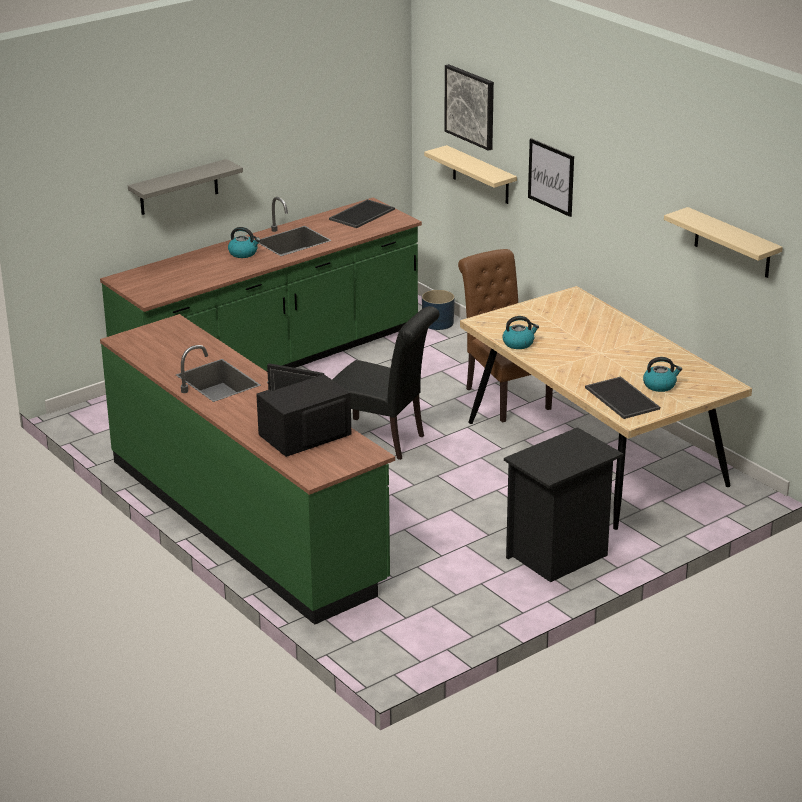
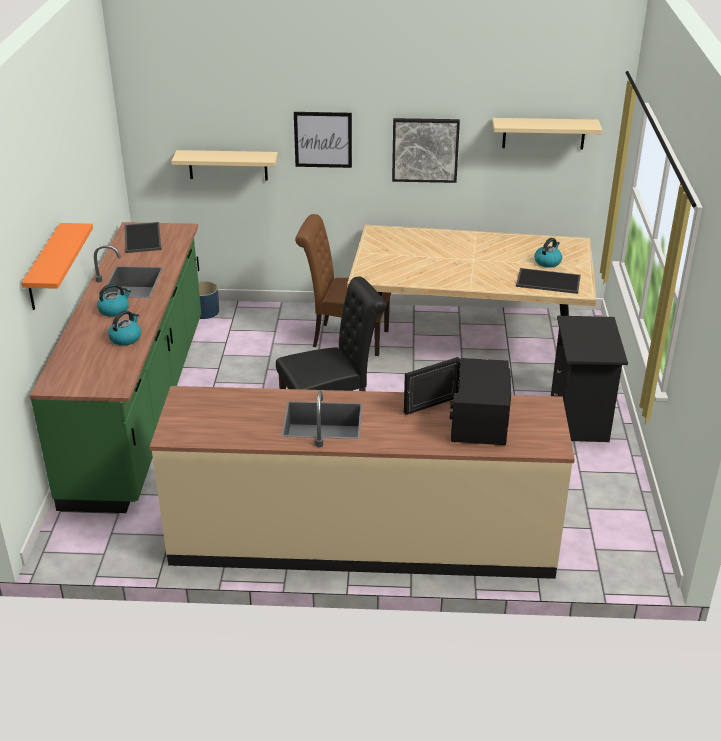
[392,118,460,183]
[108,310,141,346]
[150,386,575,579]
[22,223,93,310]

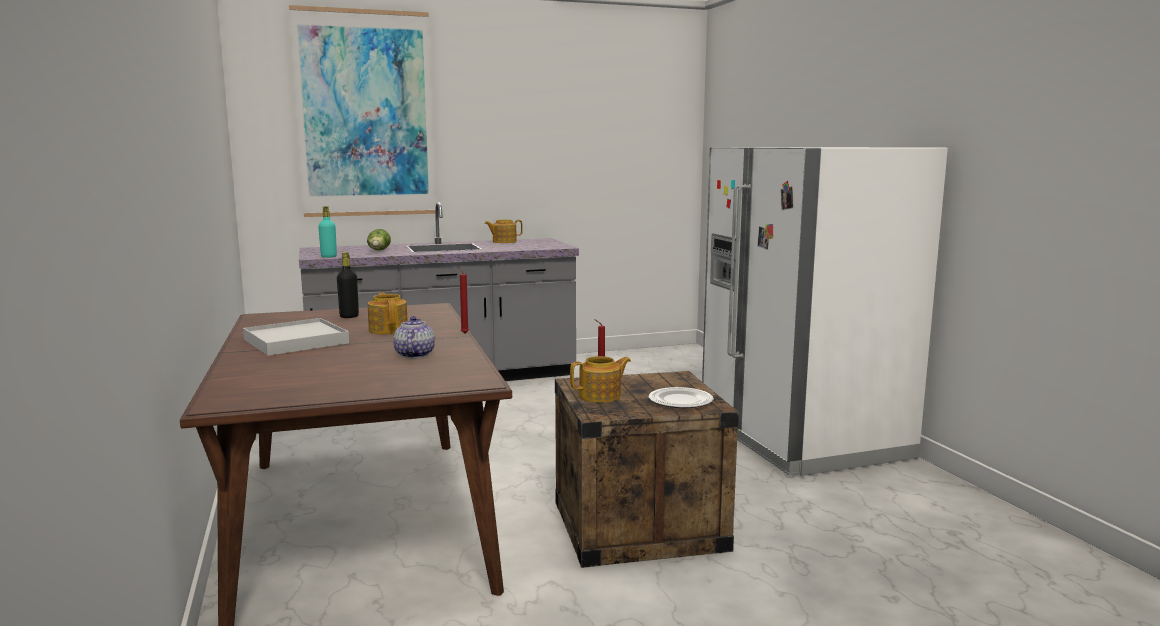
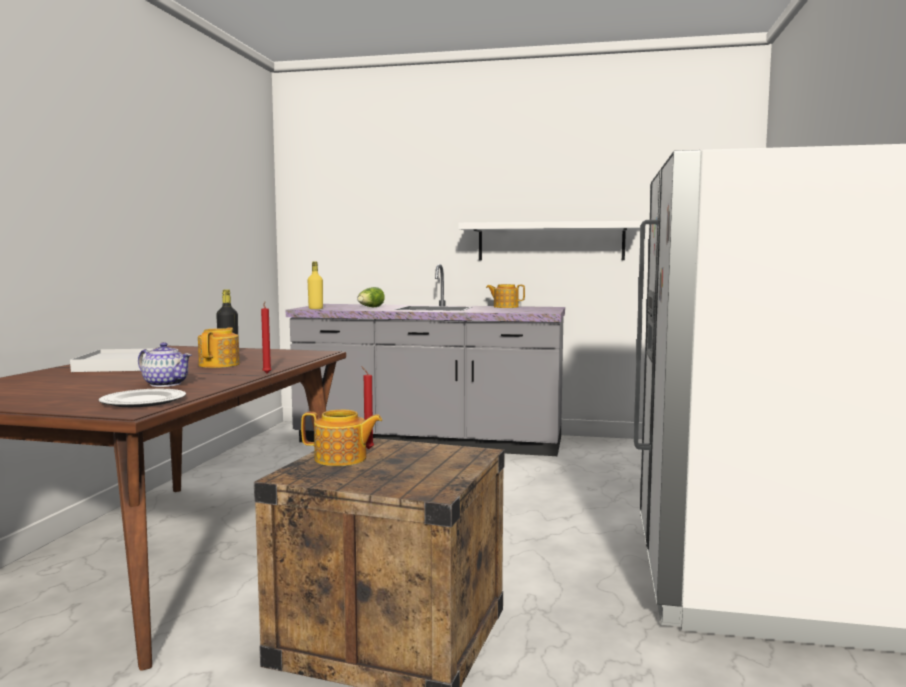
[289,5,435,217] (first image)
[458,221,643,260]
[99,389,186,407]
[307,261,323,309]
[138,342,191,387]

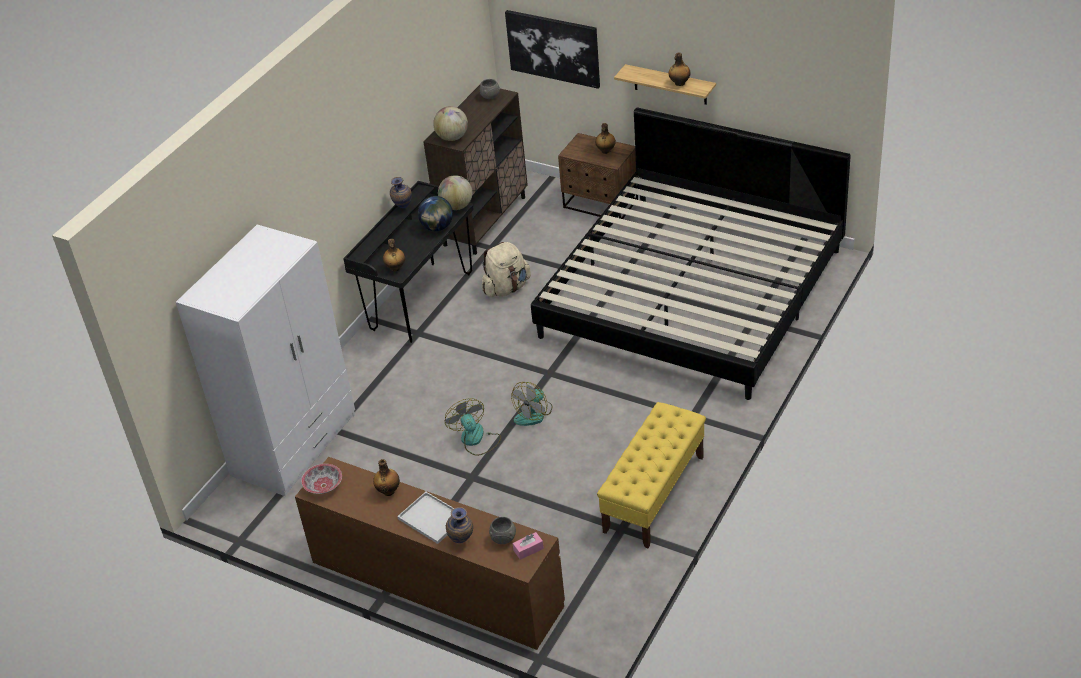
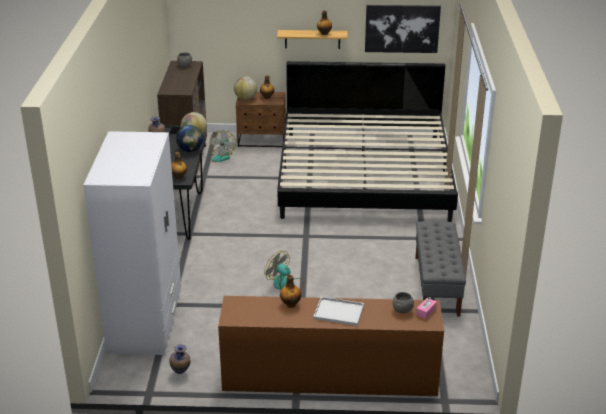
[302,464,342,494] (first image)
[482,242,531,297] (first image)
[234,76,257,100]
[170,344,190,374]
[365,5,441,53]
[210,130,236,162]
[415,221,466,317]

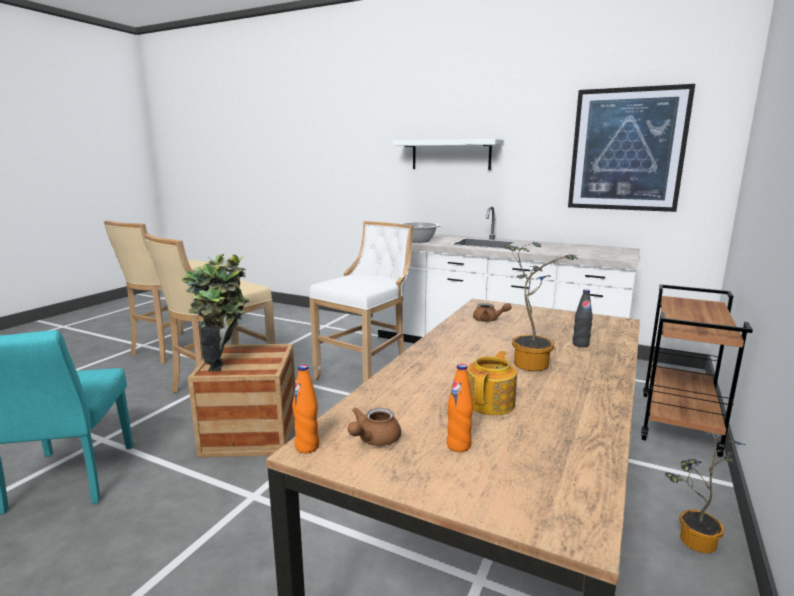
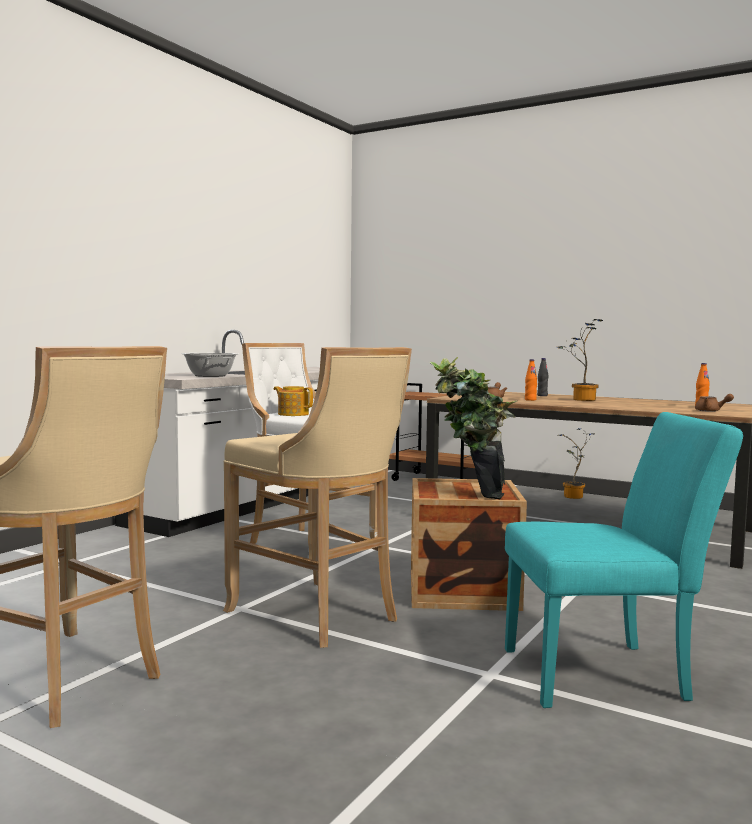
[393,139,503,170] (first image)
[568,84,695,212] (first image)
[525,359,537,401]
[274,386,313,416]

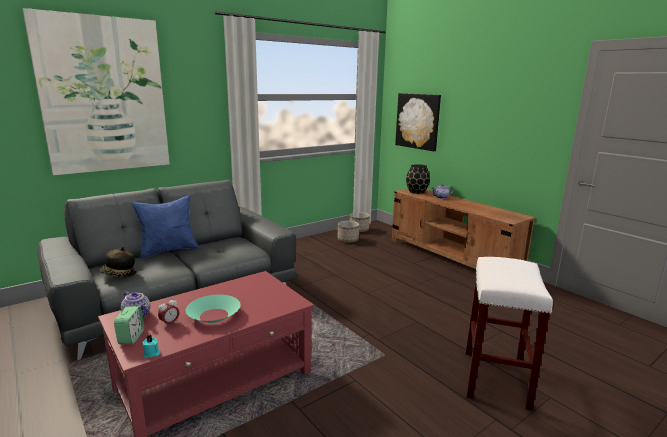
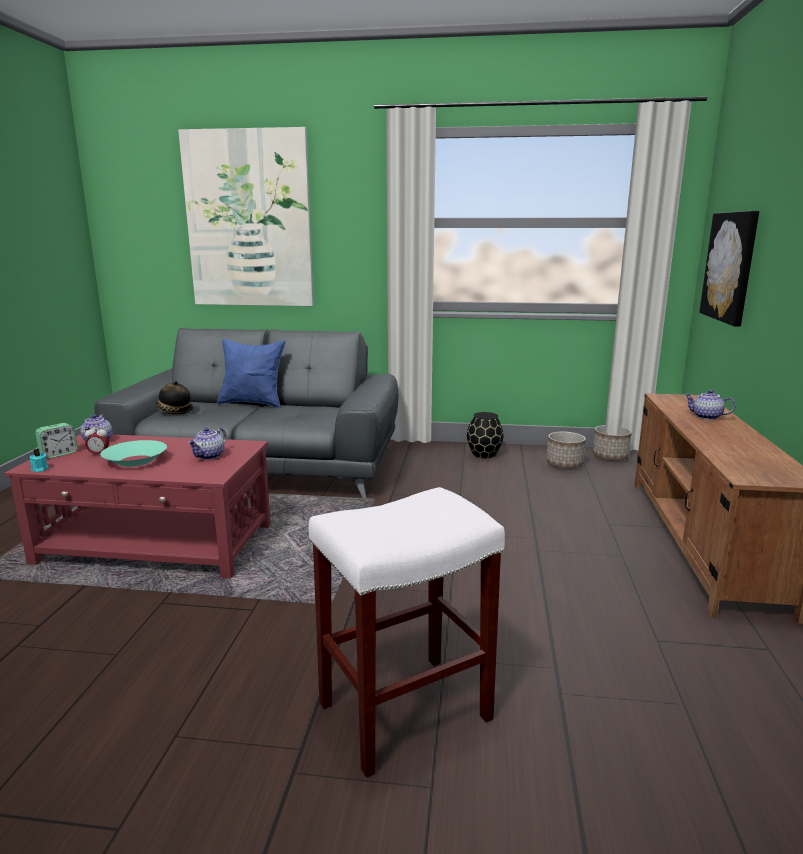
[188,428,227,460]
[467,412,503,458]

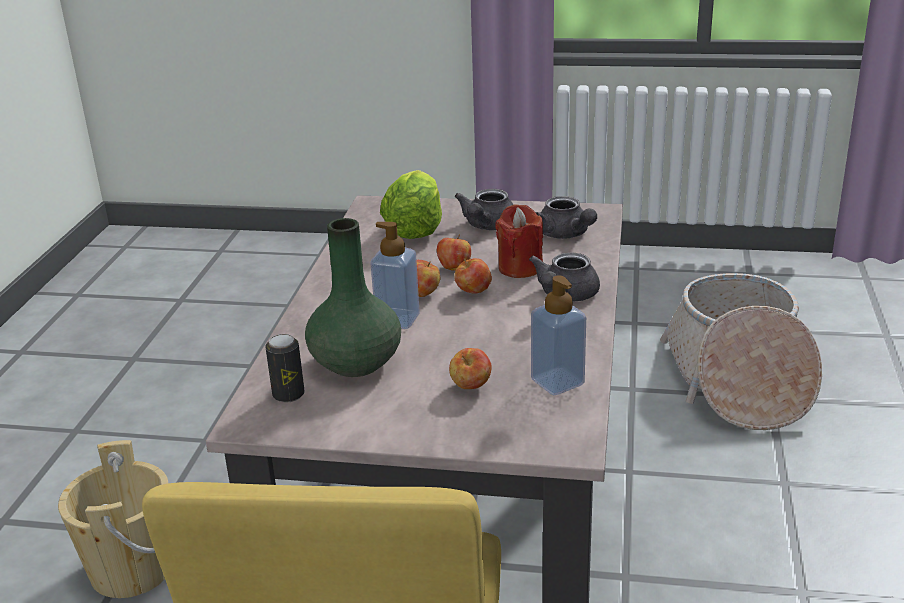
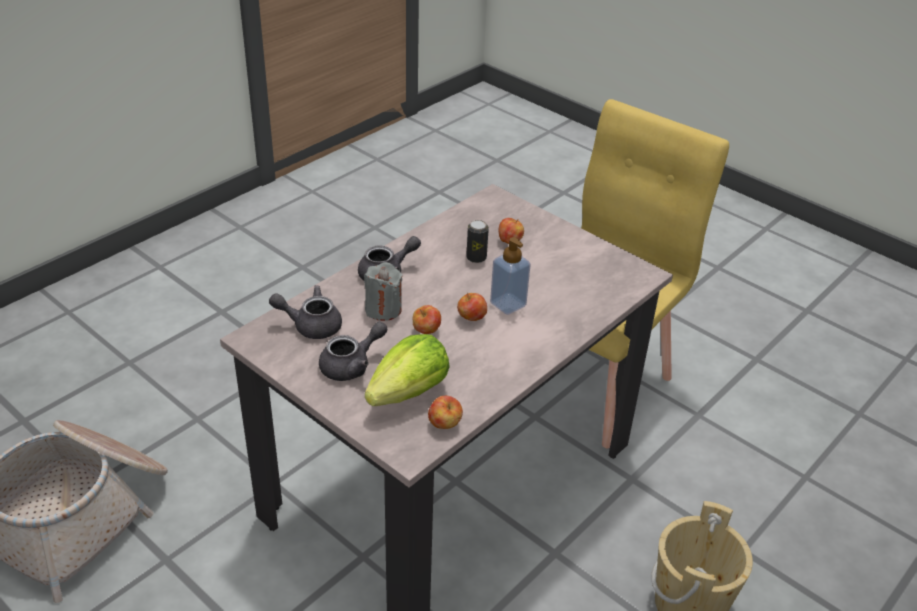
[305,218,401,377] (first image)
[531,276,586,395] (first image)
[466,220,489,263]
[428,396,463,429]
[364,262,403,321]
[269,285,342,339]

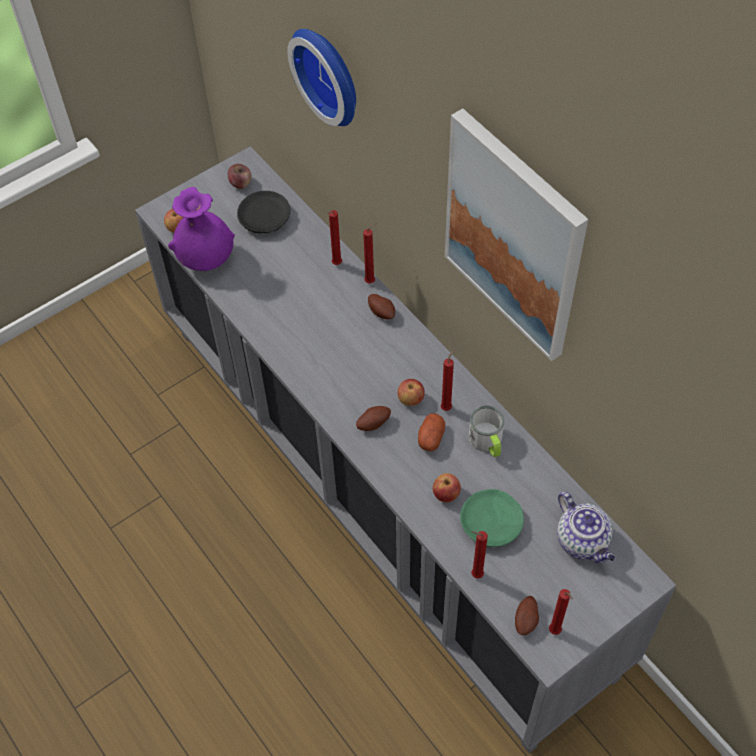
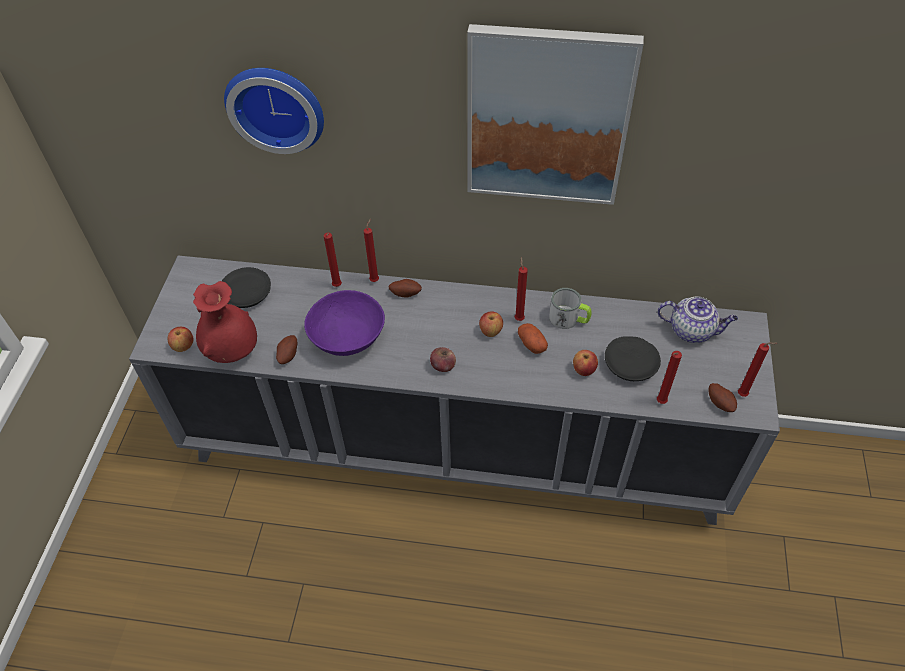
[304,290,385,356]
[430,347,456,372]
[276,335,297,364]
[193,281,257,363]
[605,336,661,381]

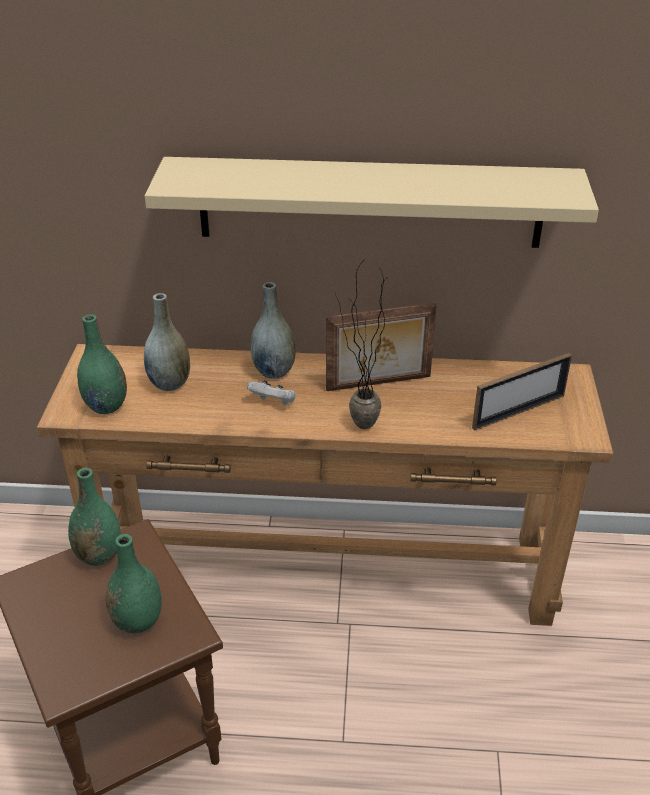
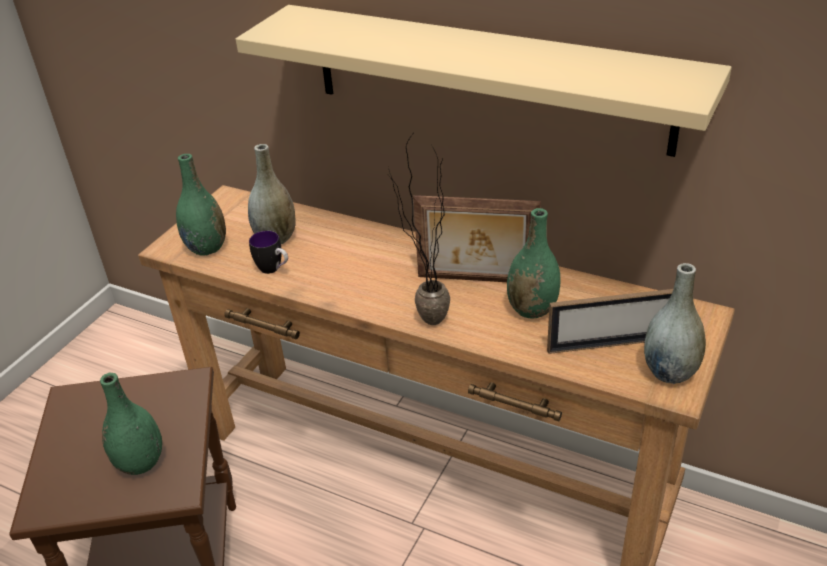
[247,380,296,405] (first image)
[249,231,288,274]
[507,208,560,318]
[644,263,706,384]

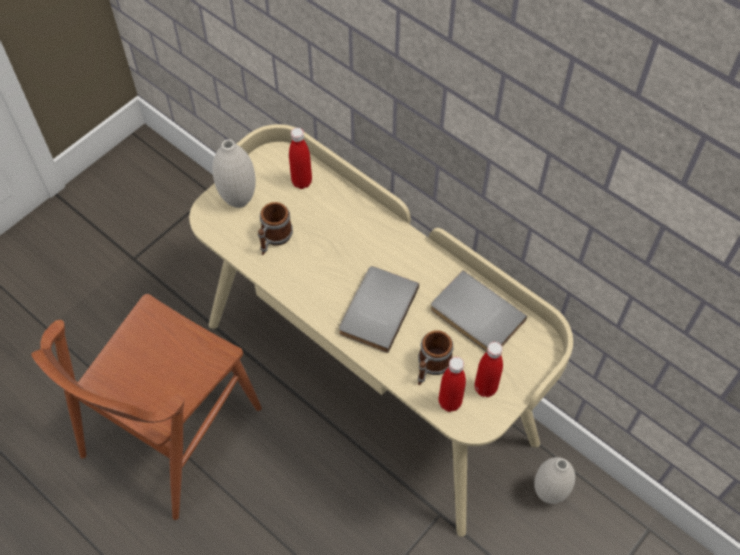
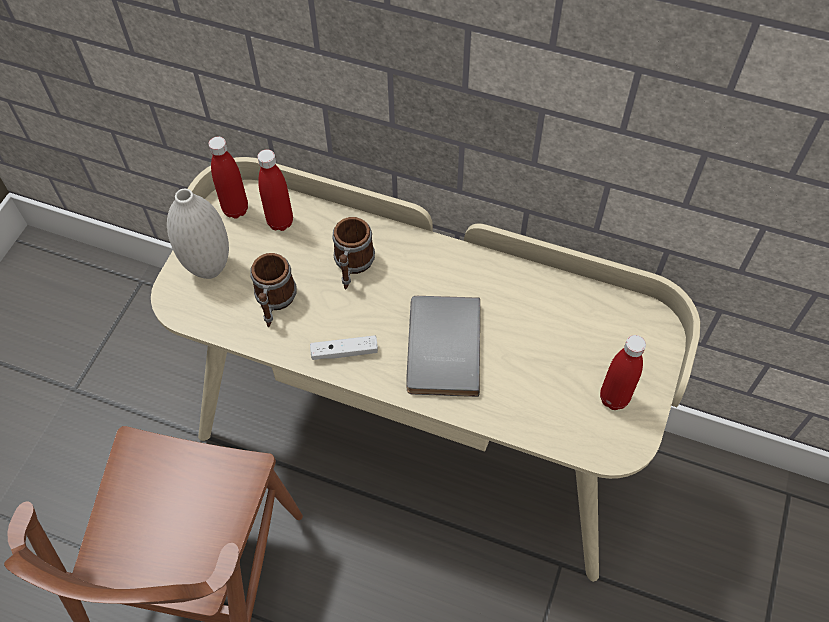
[431,270,527,352] (first image)
[534,457,575,504] (first image)
[310,335,378,360]
[332,217,375,290]
[209,137,248,219]

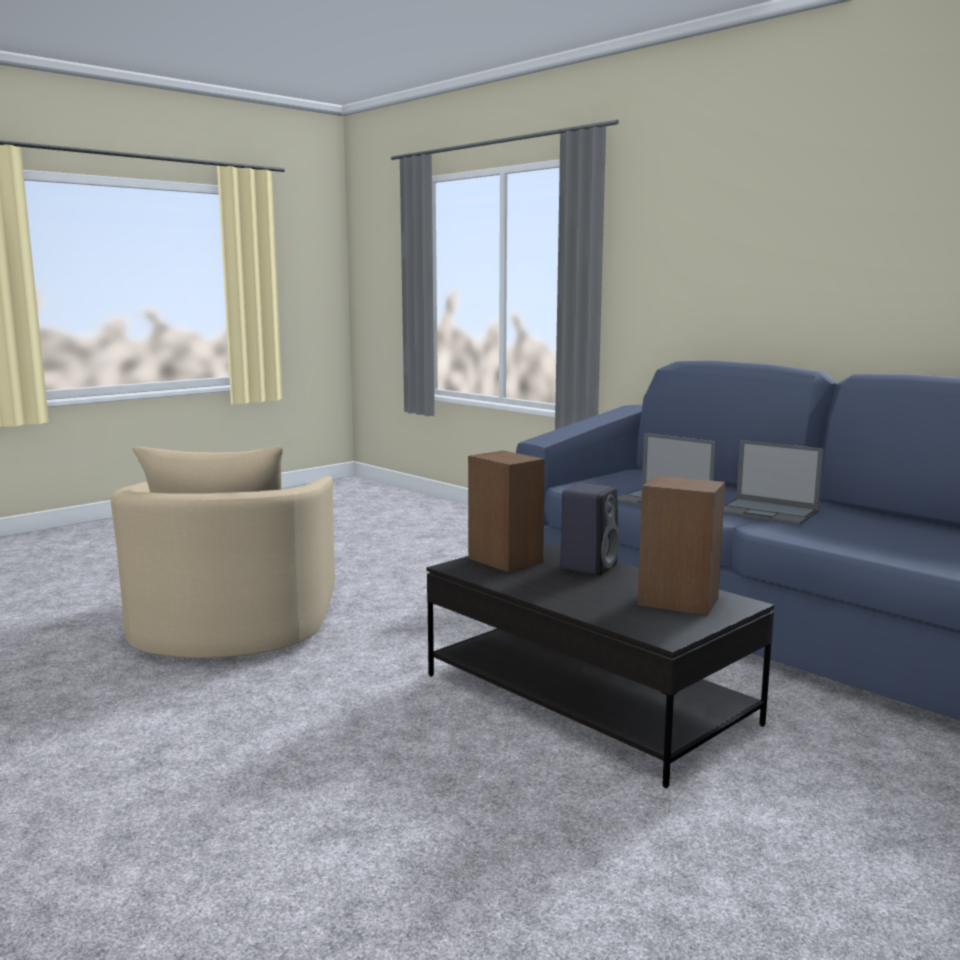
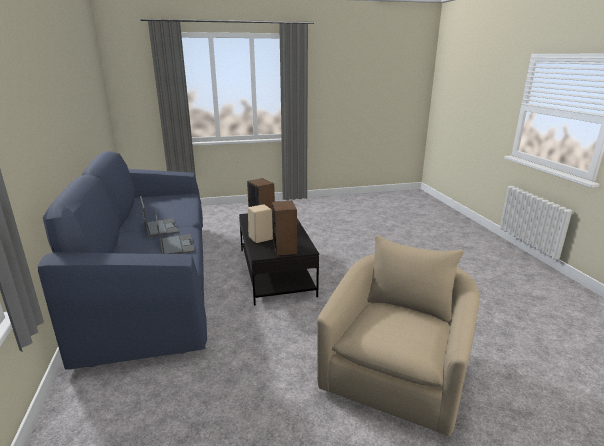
[248,204,273,243]

